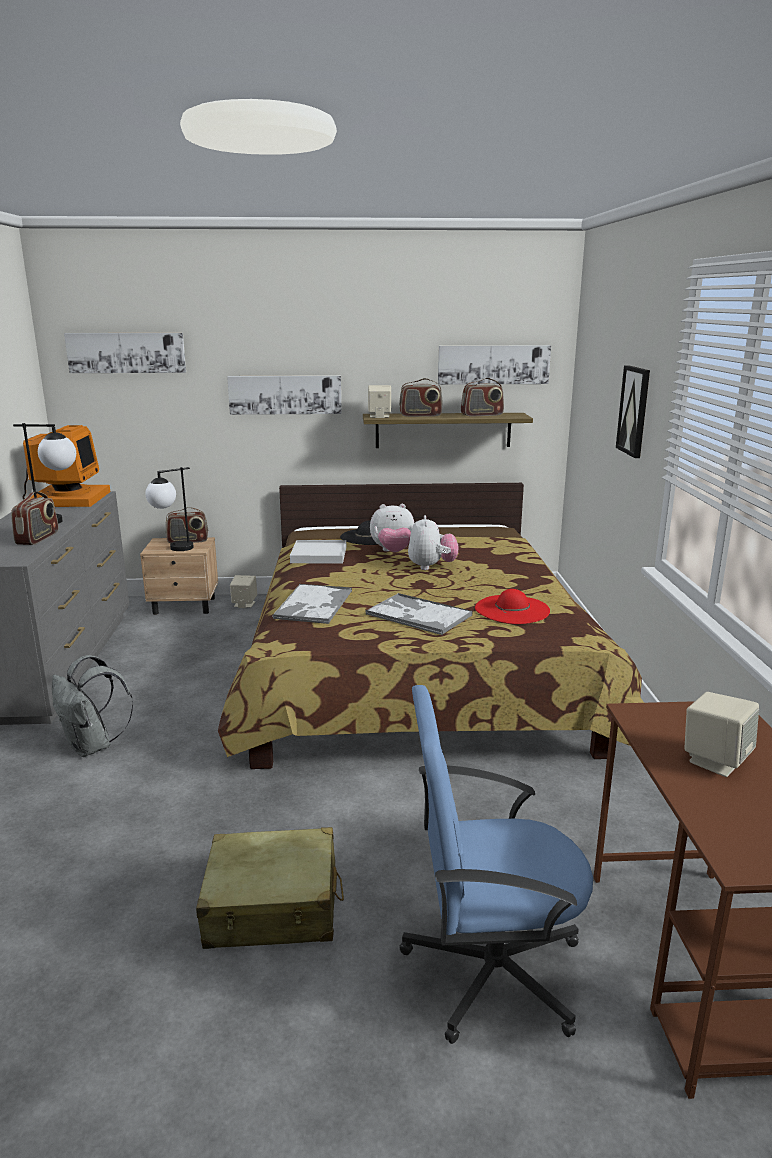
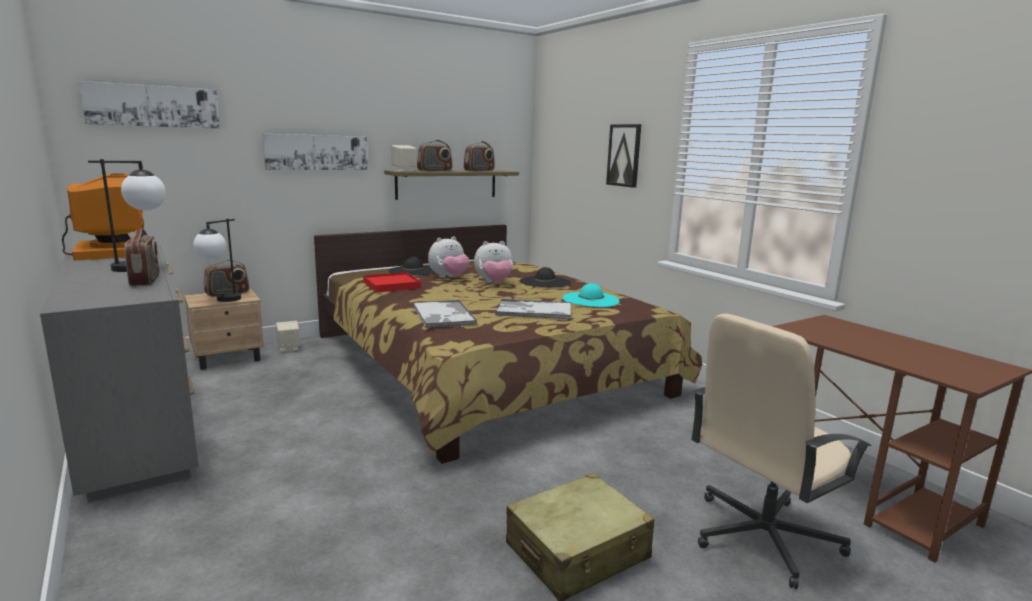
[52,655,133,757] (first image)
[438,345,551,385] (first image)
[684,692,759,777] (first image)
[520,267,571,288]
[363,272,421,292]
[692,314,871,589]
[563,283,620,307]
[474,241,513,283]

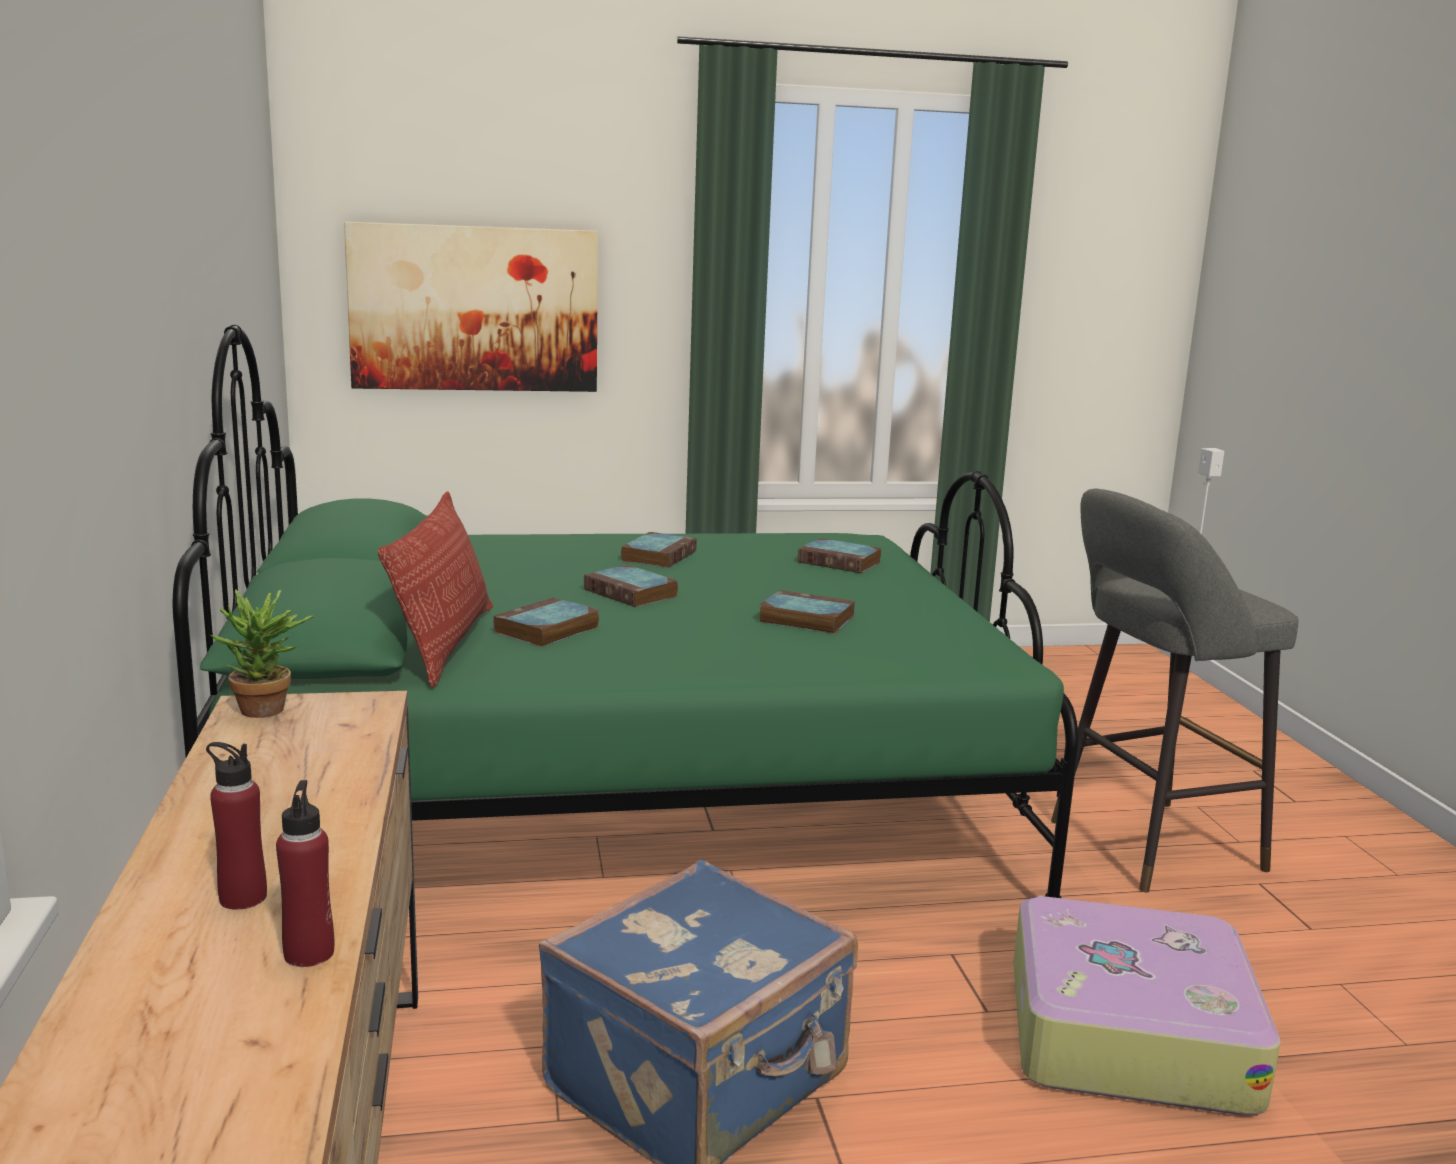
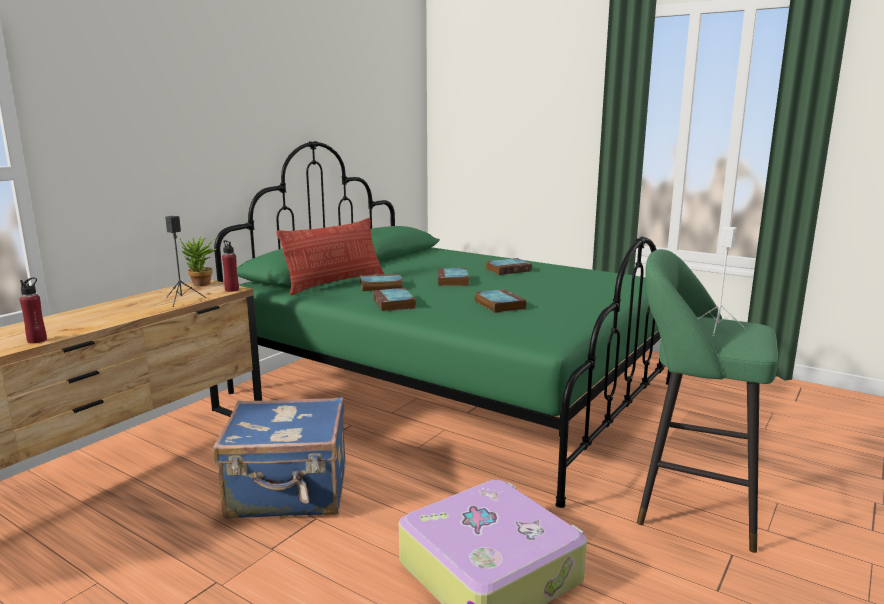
[344,222,598,392] (first image)
[165,216,206,307]
[222,240,239,292]
[372,288,416,312]
[637,249,778,553]

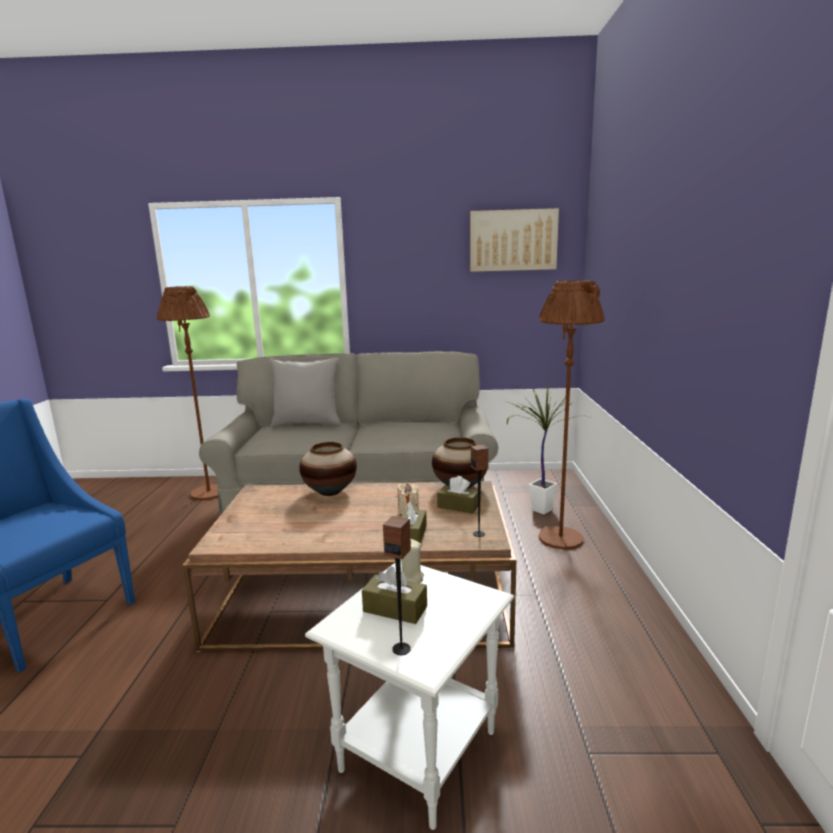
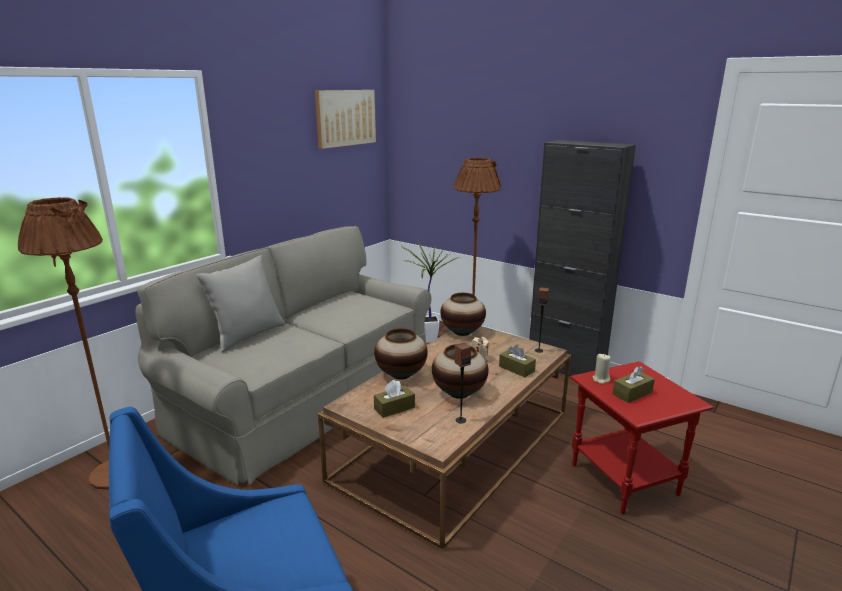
[432,344,488,399]
[529,140,636,376]
[454,343,471,423]
[374,380,415,418]
[570,361,714,514]

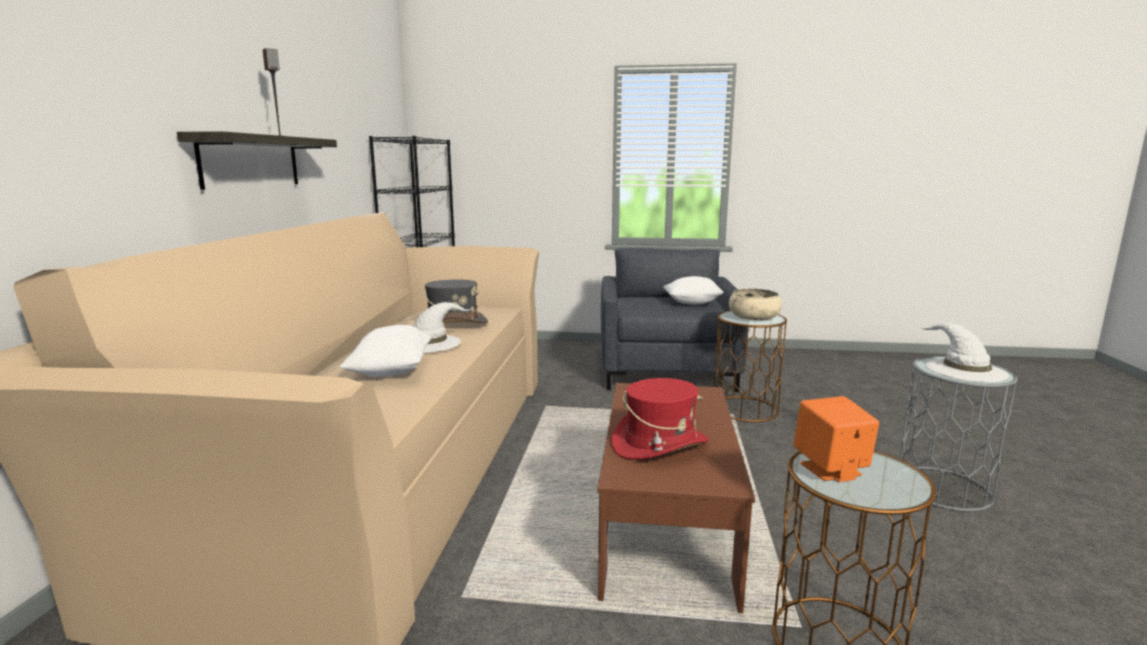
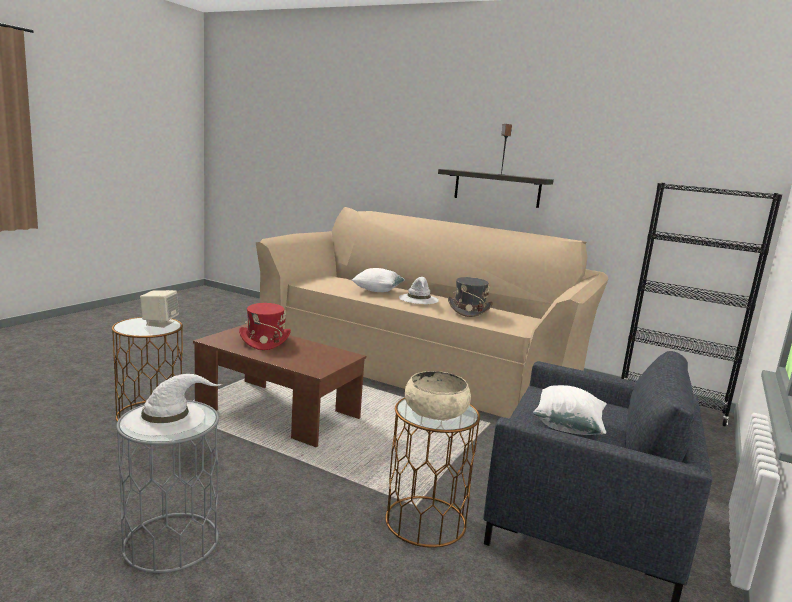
[140,290,179,328]

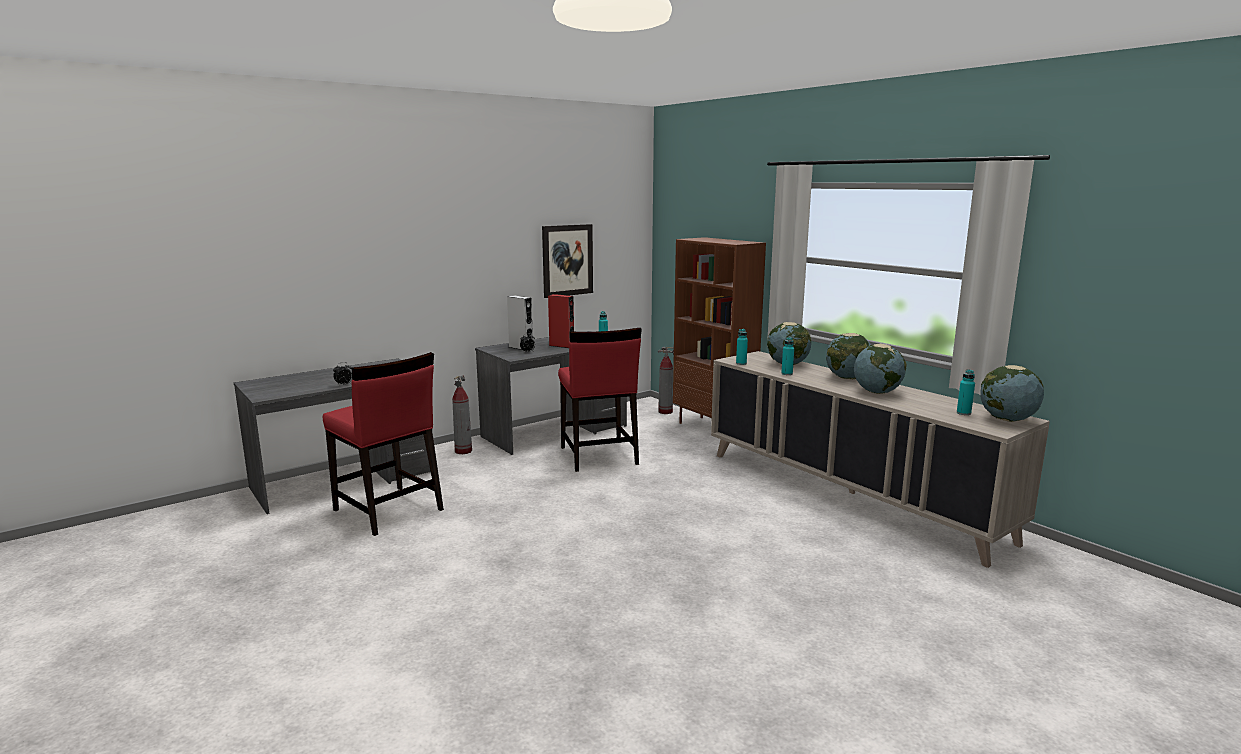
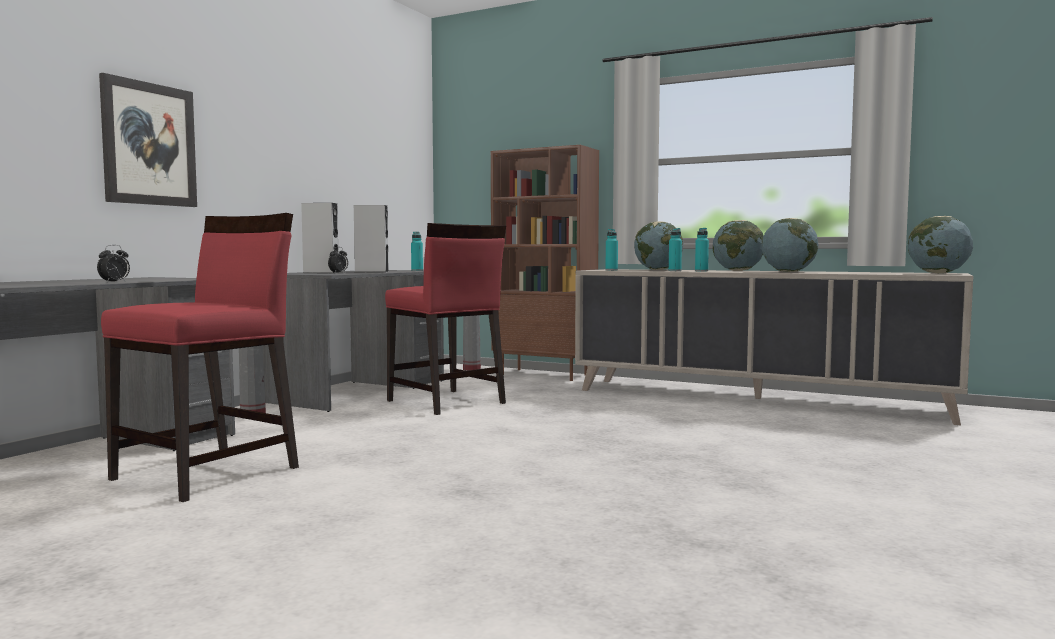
[99,73,197,207]
[695,228,709,272]
[354,205,389,272]
[101,213,299,502]

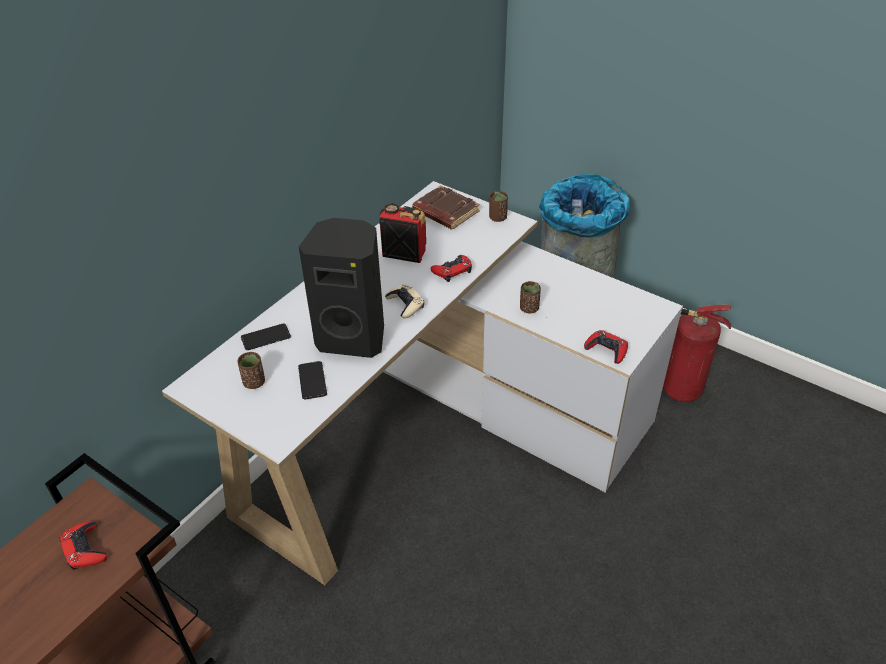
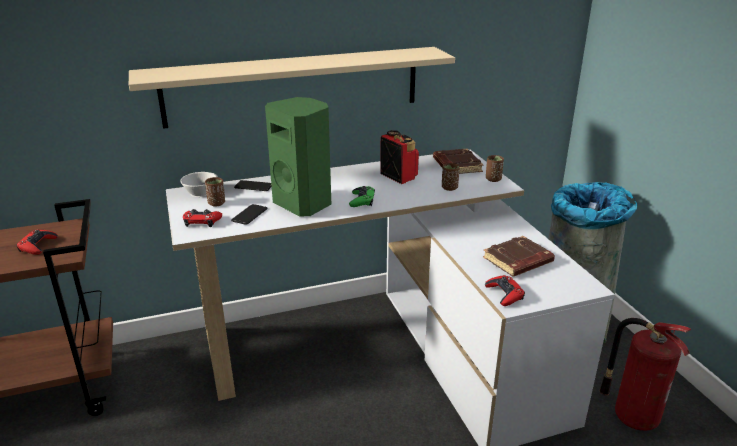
[129,47,455,129]
[180,172,218,197]
[483,236,555,277]
[183,209,222,227]
[442,163,460,191]
[265,97,331,217]
[349,186,375,207]

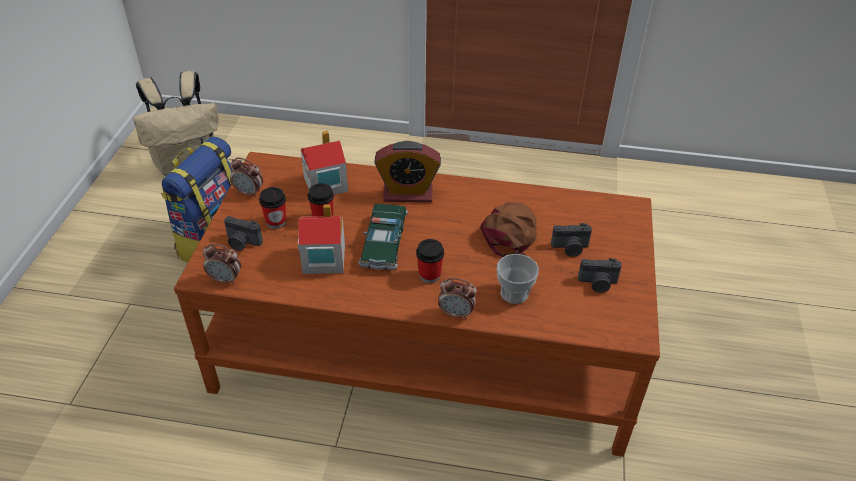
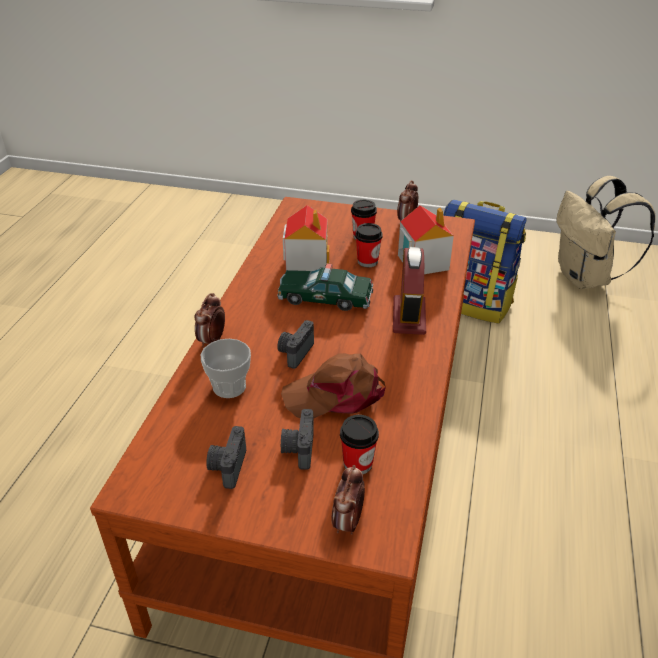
[331,465,365,535]
[277,320,314,369]
[340,415,379,474]
[281,353,386,419]

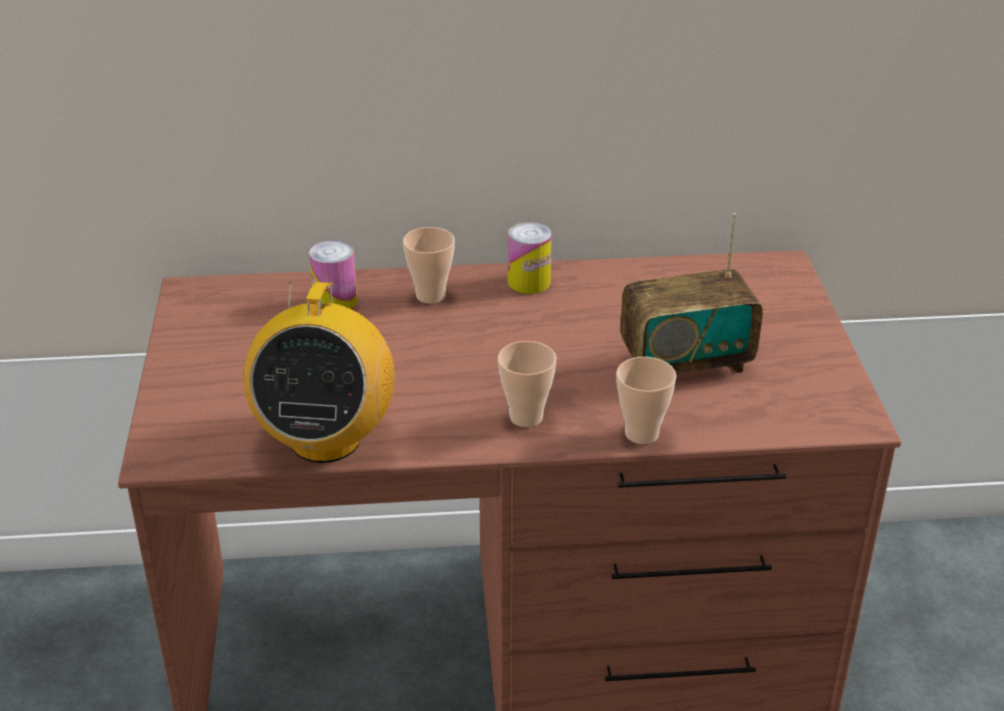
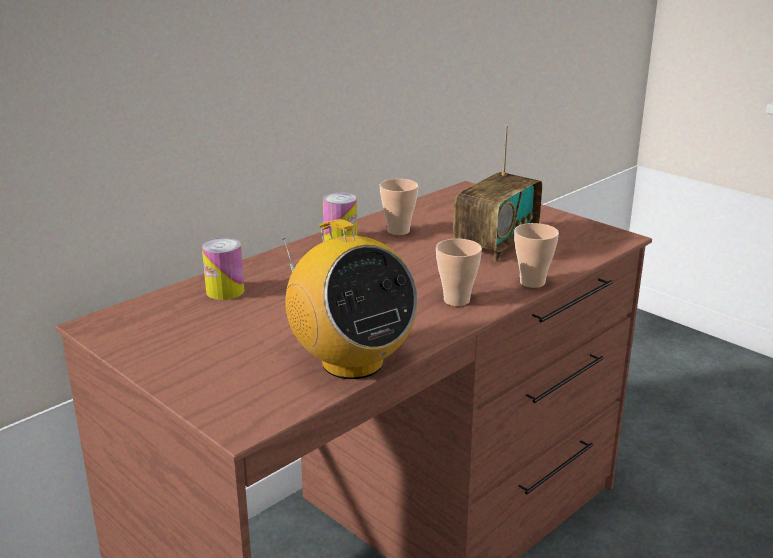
[380,179,418,235]

